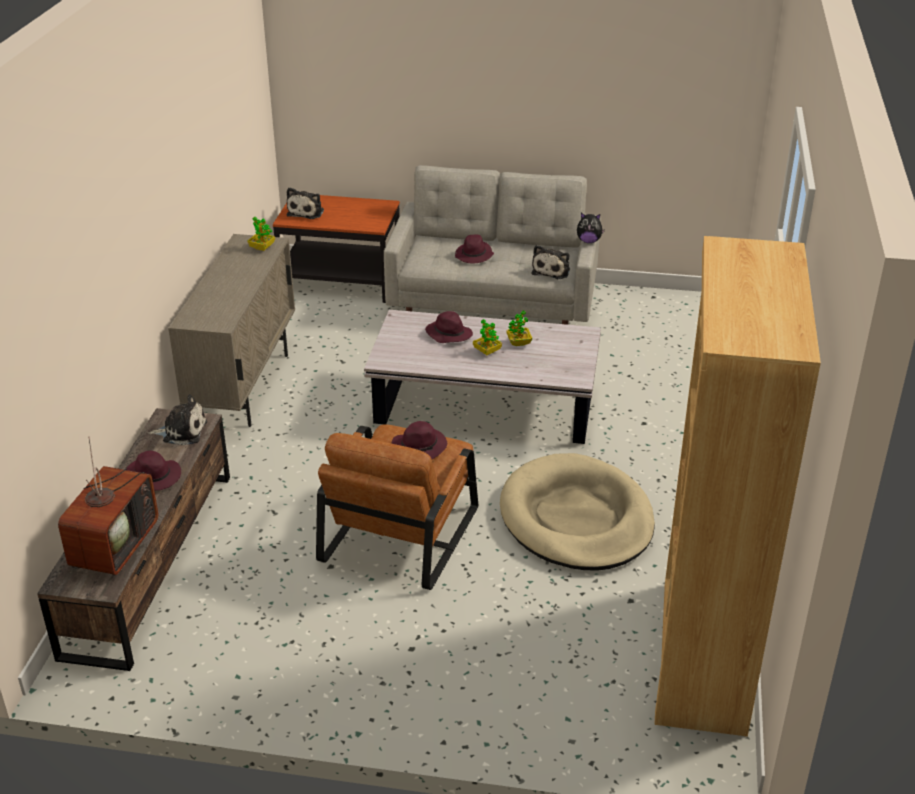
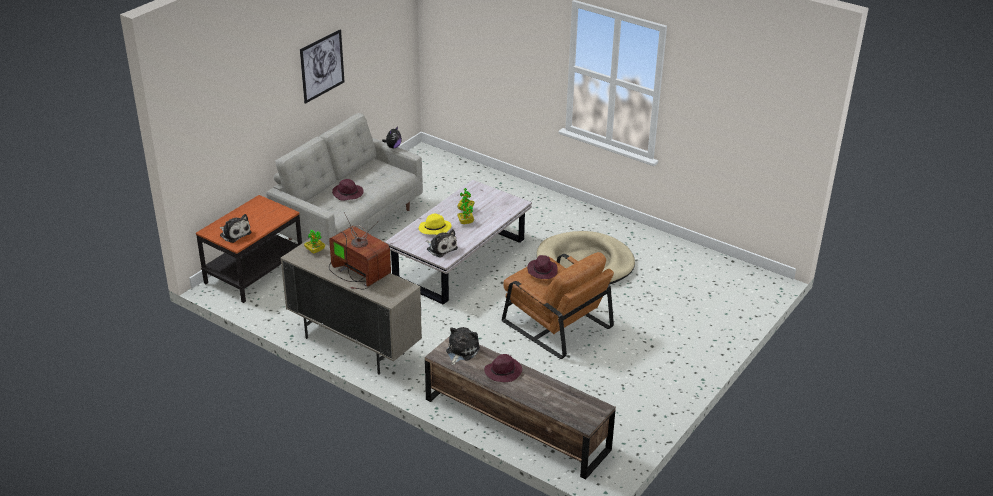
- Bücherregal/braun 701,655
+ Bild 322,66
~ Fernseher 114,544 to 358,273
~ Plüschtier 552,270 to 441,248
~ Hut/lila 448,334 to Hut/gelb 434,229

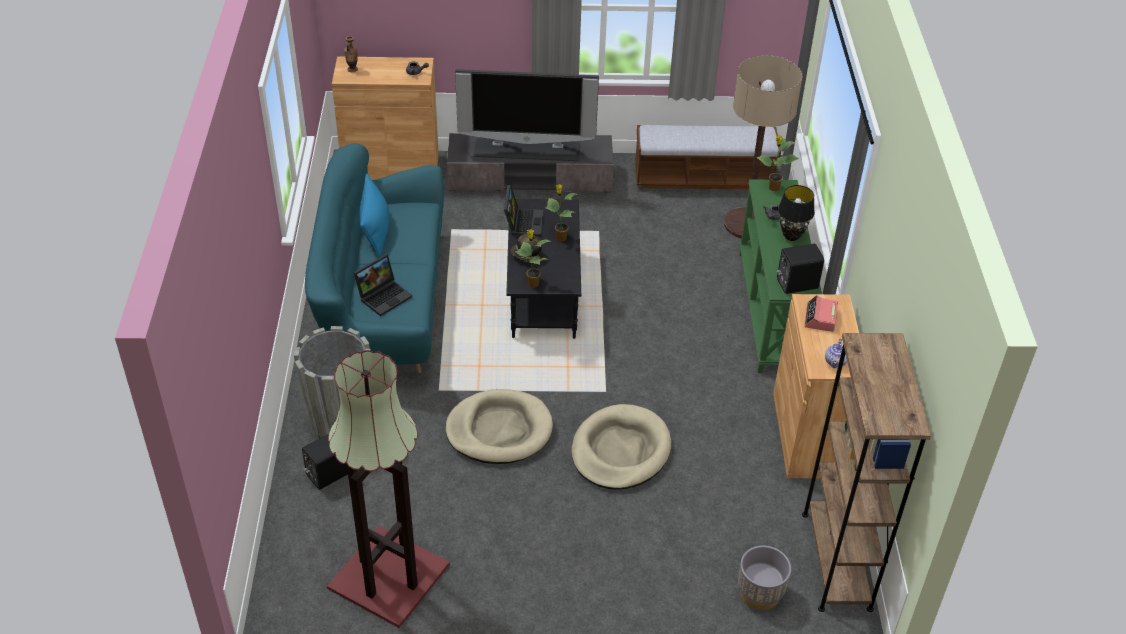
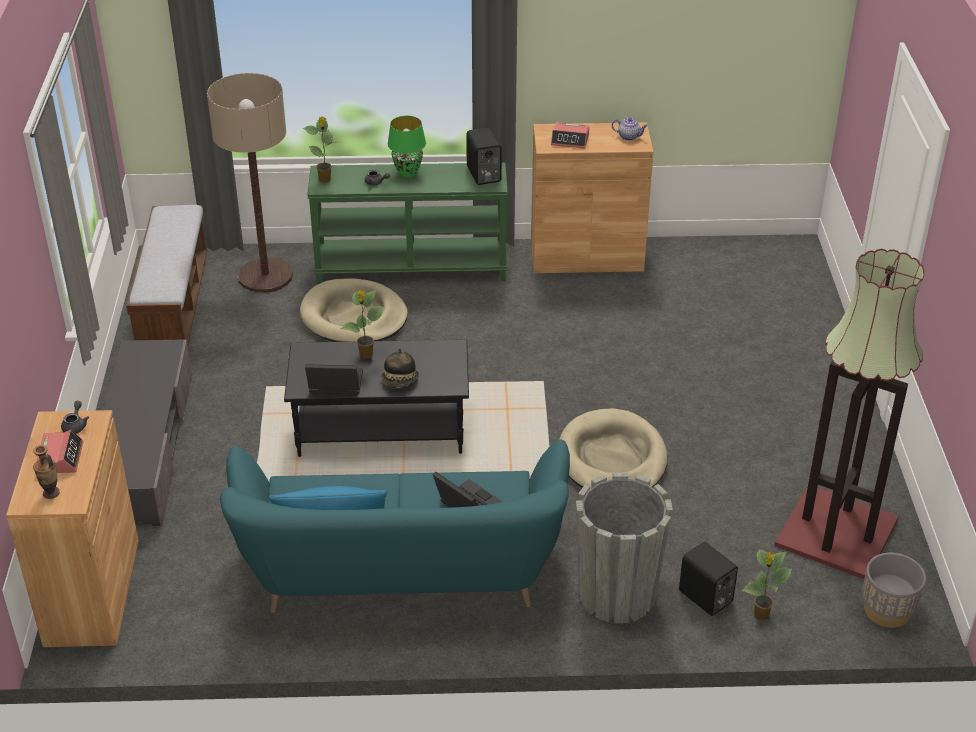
- Fernseher 527,149
- Bücherregal/braun 836,560
+ Wecker 61,458
~ Topfpflanze 532,283 to 761,615
~ Hundebett/beige 620,451 to 354,317
~ Pflanzkübel/grau 760,593 to 887,611
~ Tischlampe/schwarz 791,236 to Tischlampe/grün 407,173

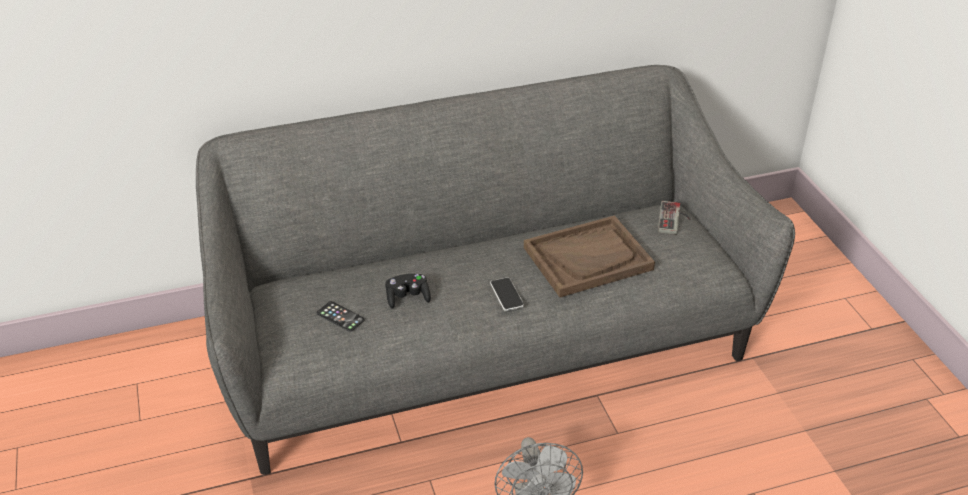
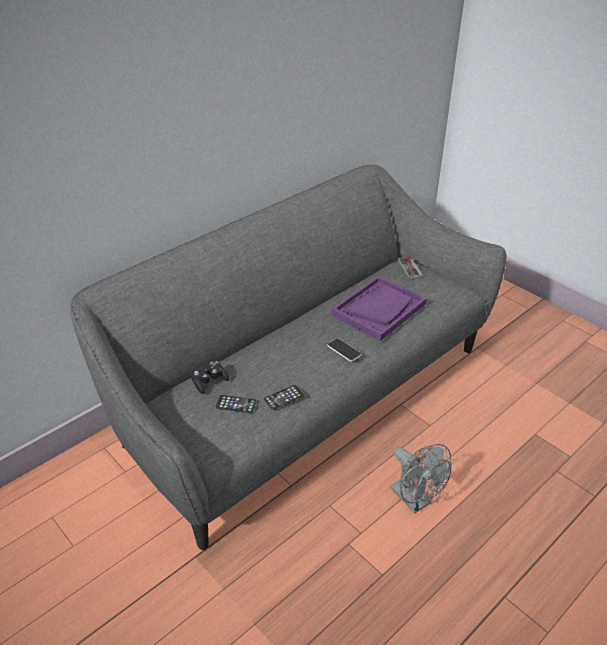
+ Handy 284,397
~ Gamepad/schwarz 407,298 to 209,382
~ Tablett/braun 588,258 to Tablett/lila 379,309

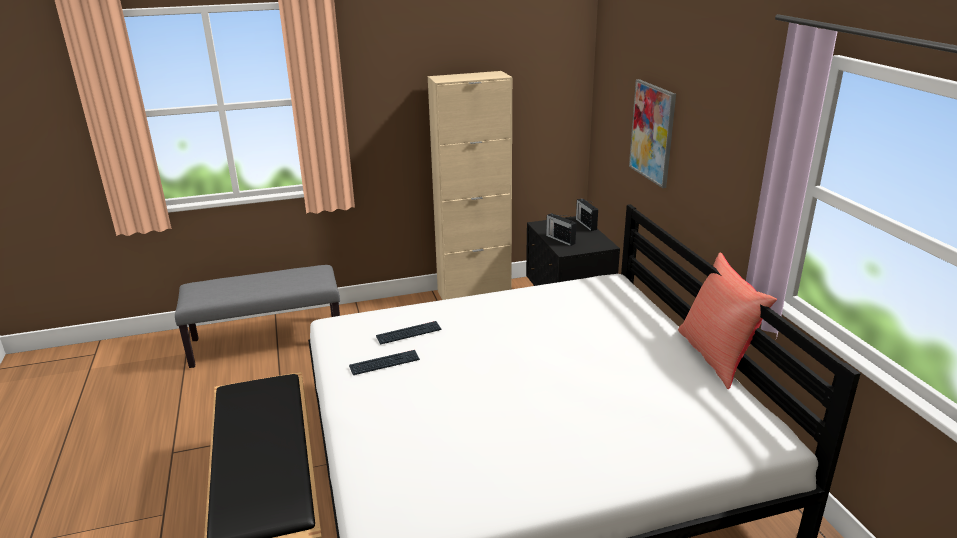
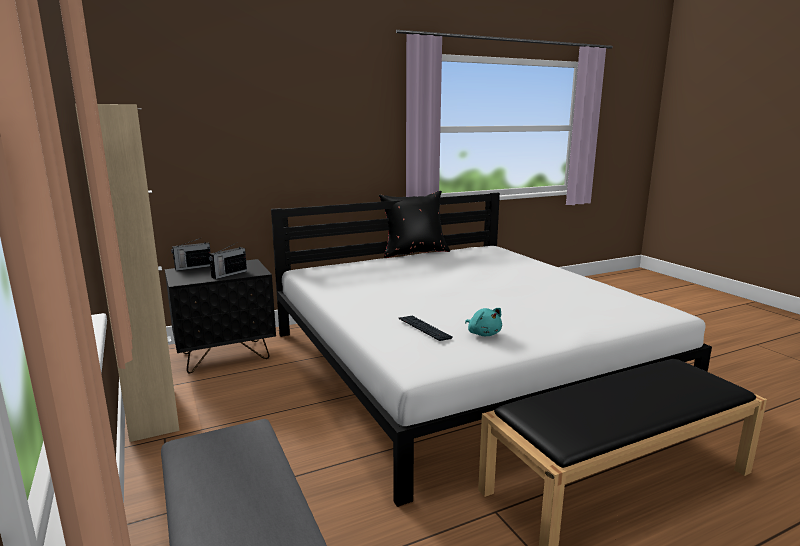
- Bild 652,132
~ Tastatur 384,363 to Plüschtier/türkis 483,334
~ Kissen/rot 716,356 to Kissen/schwarz 414,252

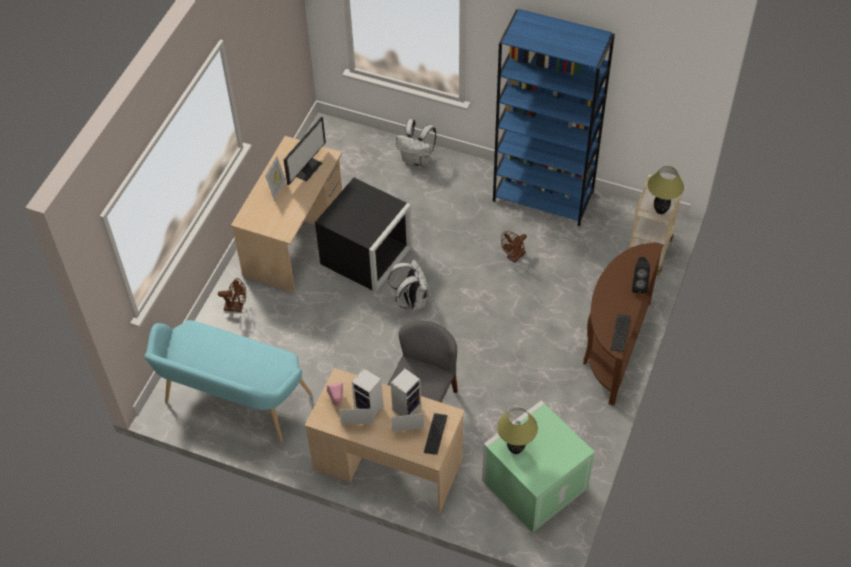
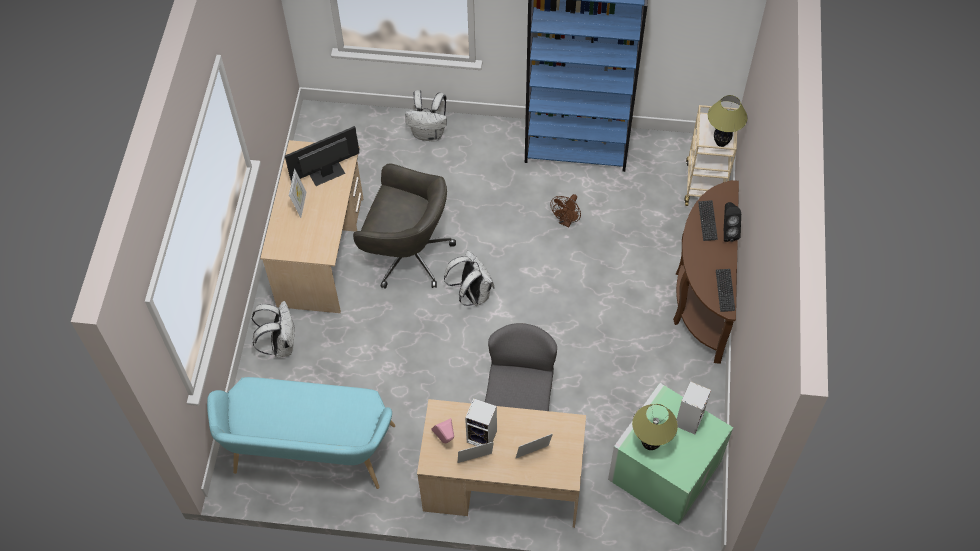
~ Lautsprecher 407,407 to 689,419
~ Tastatur 435,434 to 707,221
~ Ventilator/braun 237,307 to Rucksack/weiß 281,344
~ Aufbewahrungsbox/schwarz 366,256 to Bürostuhl/grau 407,254
~ Monitor 307,168 = 326,173 135 degrees counterclockwise

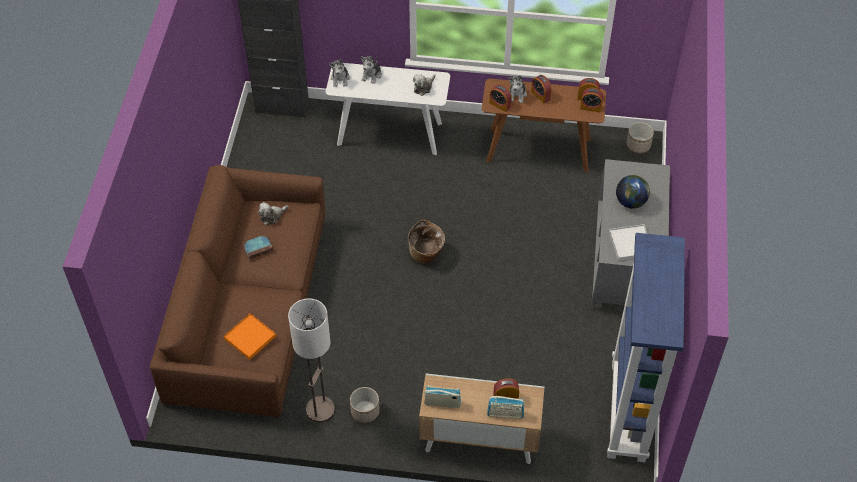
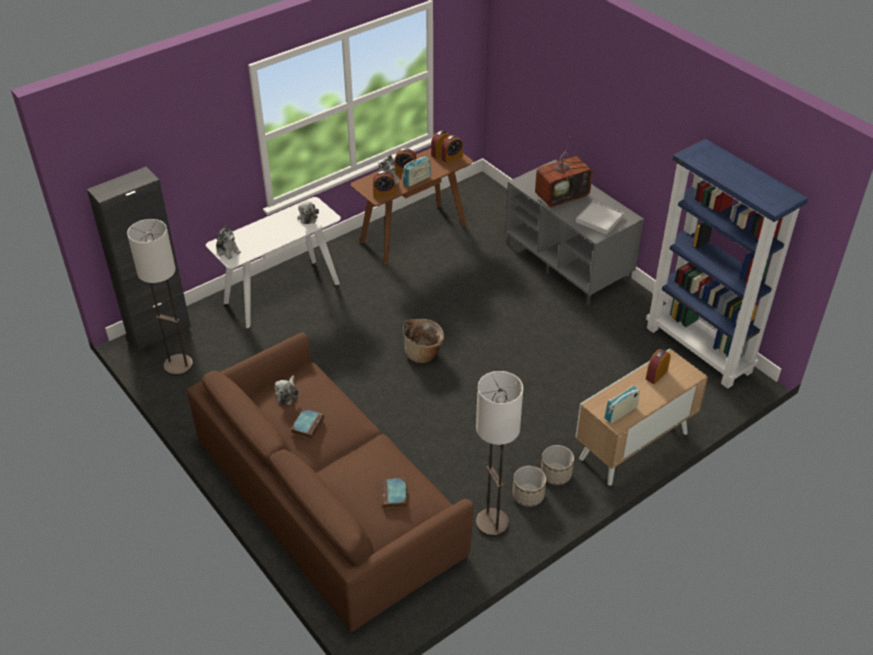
- Plüschtier 372,75
+ Stehlampe 178,365
~ Radio 505,413 to 417,180
~ Pflanzkübel 638,145 to 555,474
~ Tablett/orange 250,338 to Buch 394,495
~ Globus 631,202 to Fernseher 562,195

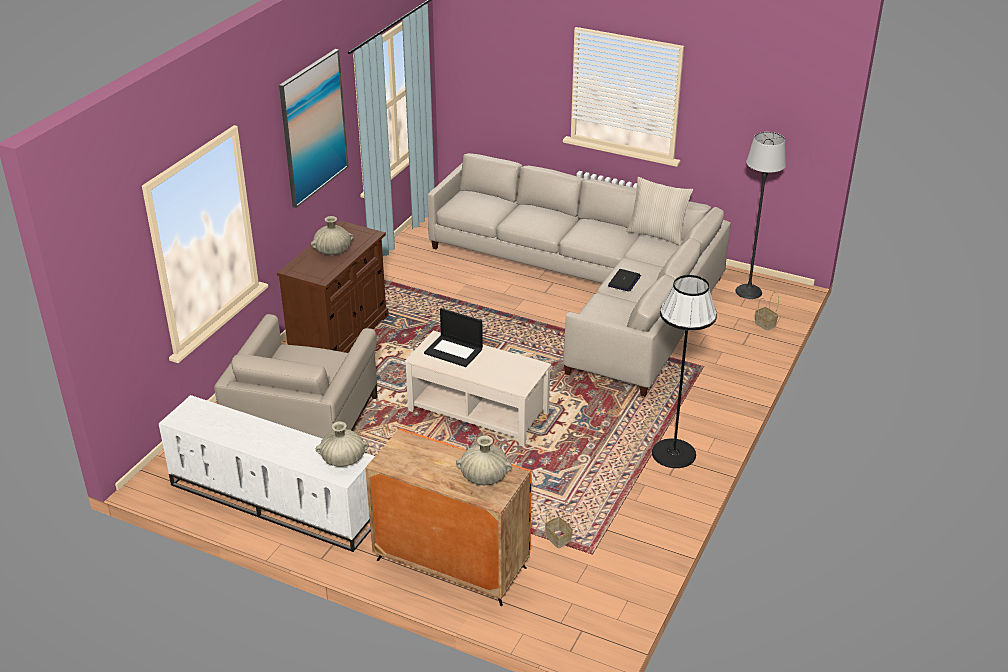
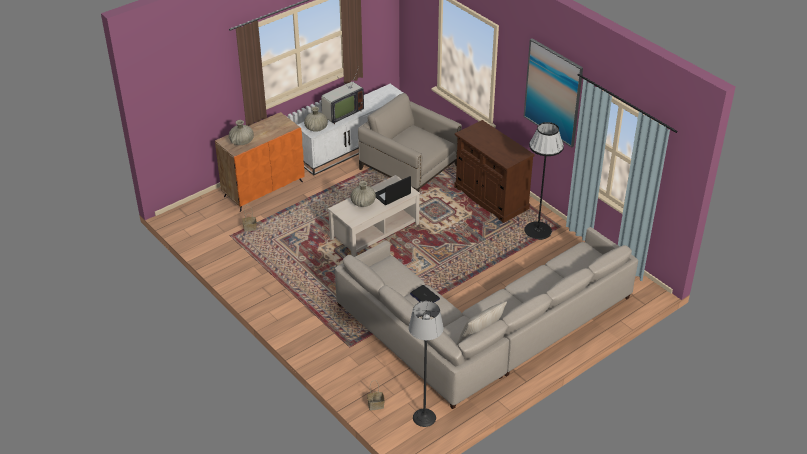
+ Fernseher 341,113
~ Vase/beige 333,251 to 363,203
~ Stehlampe/schwarz 674,453 to 538,230

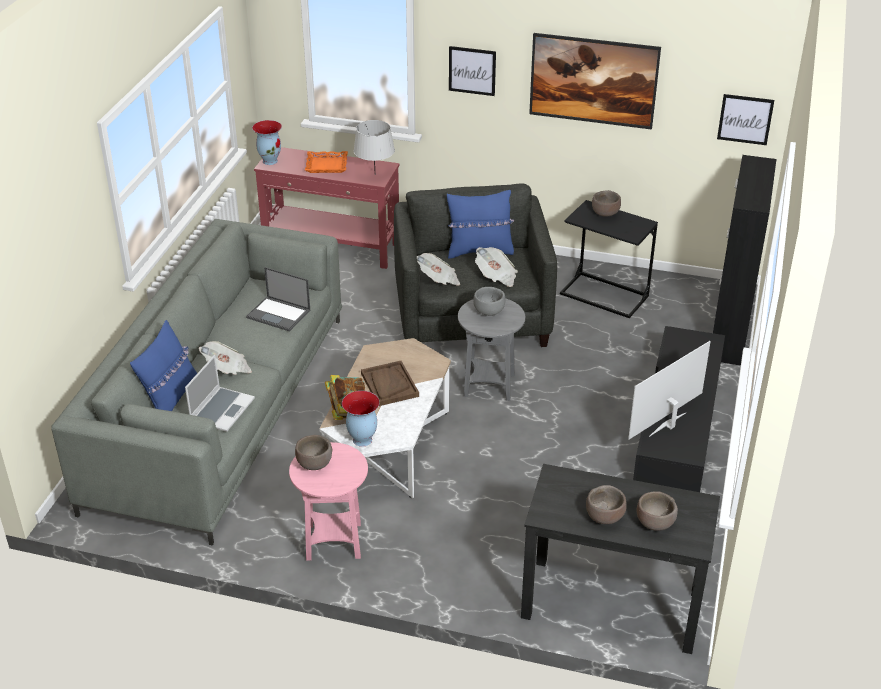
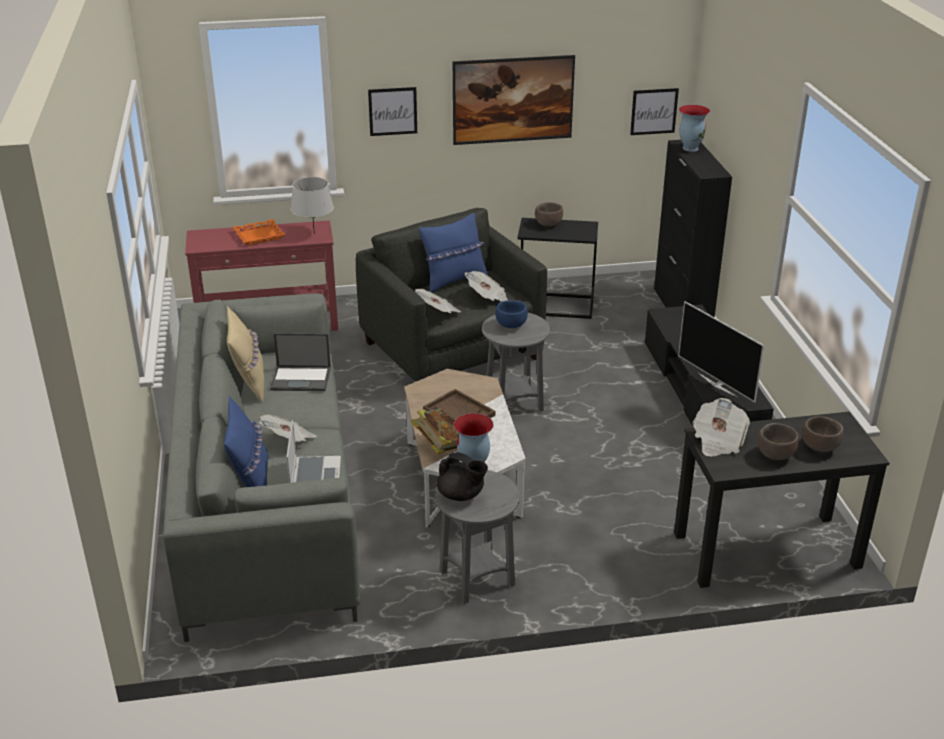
+ Kissen/beige 249,383
+ Zeitung 718,441
~ Vase 270,161 to 690,148
~ Schüssel/braun 314,464 to Teekanne/schwarz 461,495
~ Beistelltisch/rosa 333,542 to Beistelltisch/grau 477,579
~ Schüssel/grau 489,312 to Schüssel/blau 511,325
~ Fernseher 668,425 = 717,384 60 degrees counterclockwise

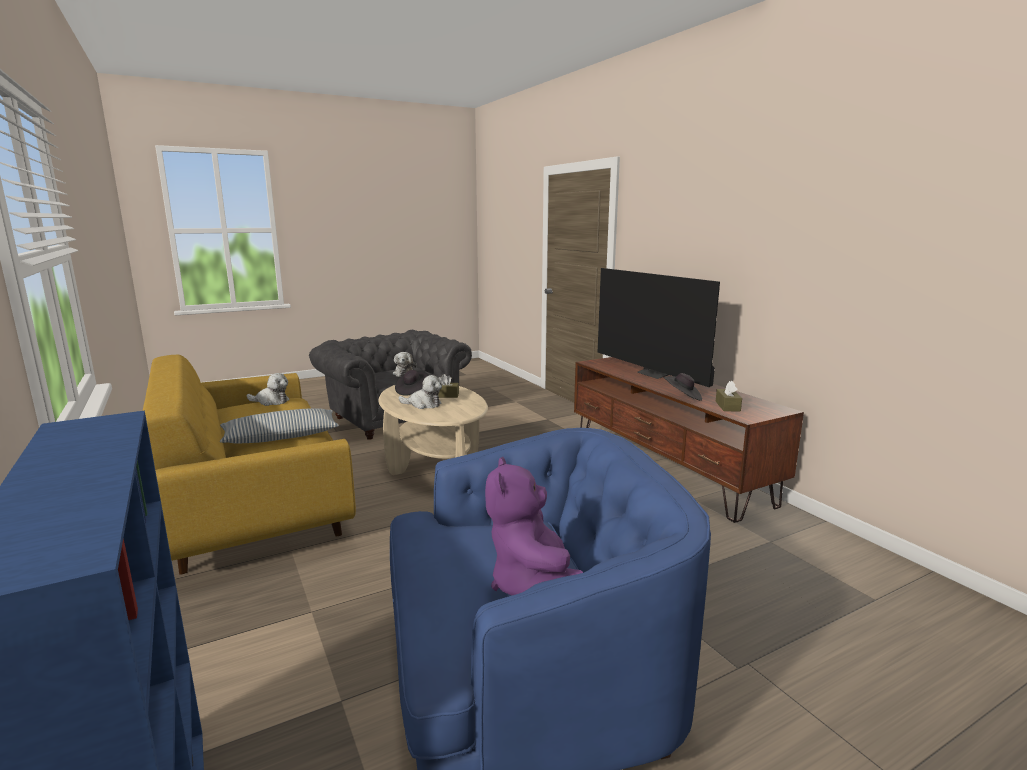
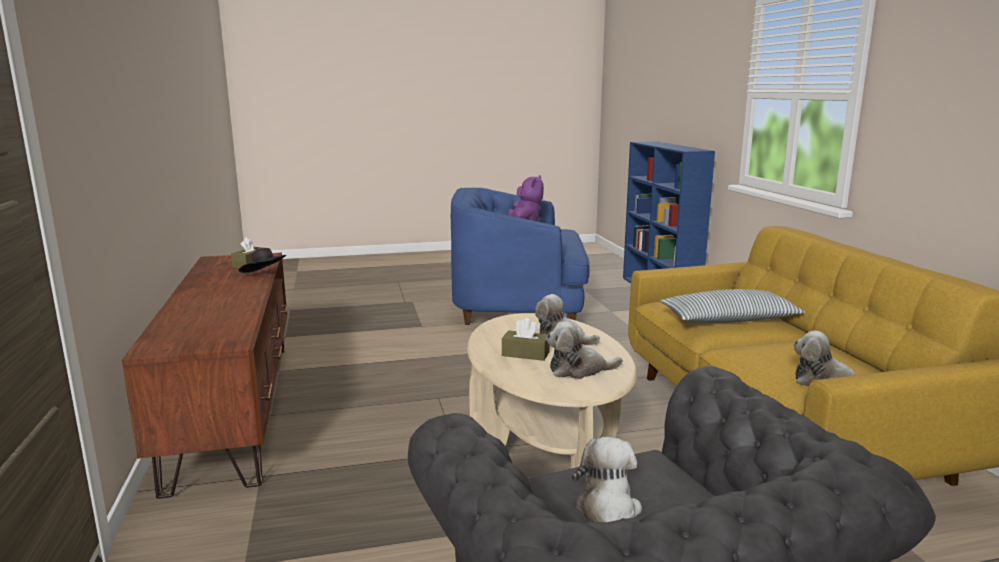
- Fernseher 654,374
~ Hut/schwarz 412,391 to Plüschtier 578,370

